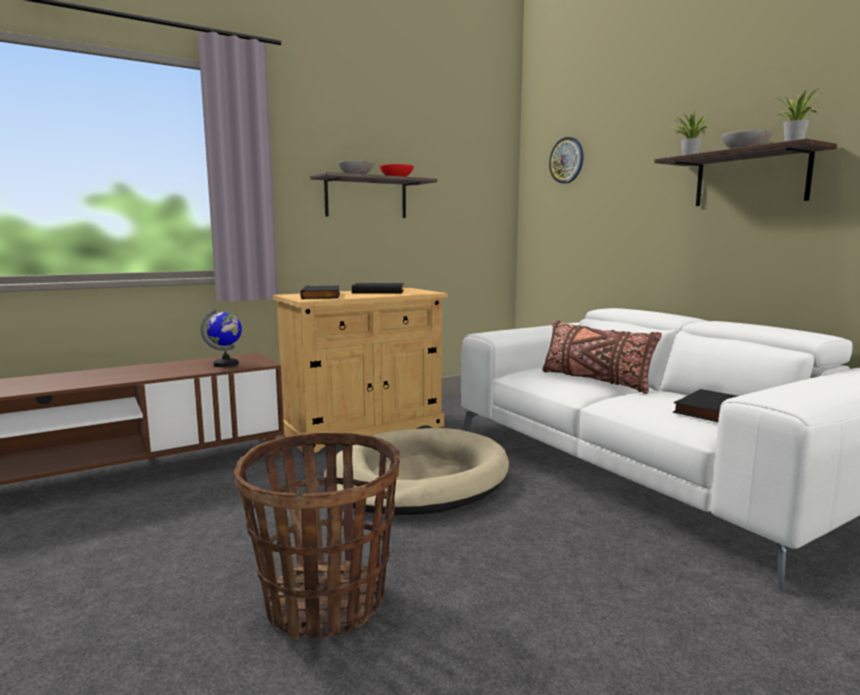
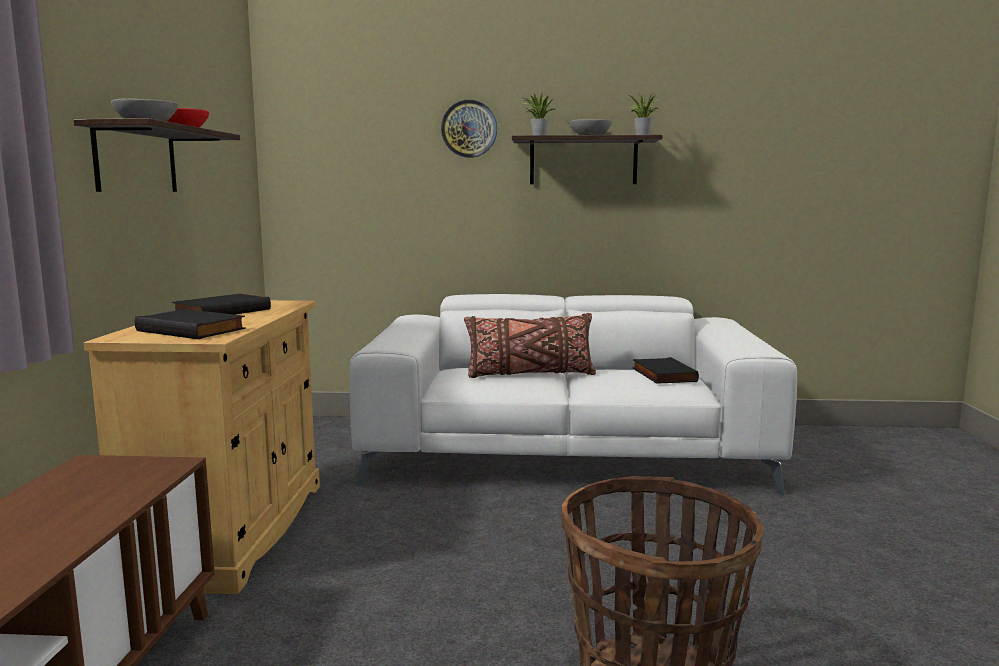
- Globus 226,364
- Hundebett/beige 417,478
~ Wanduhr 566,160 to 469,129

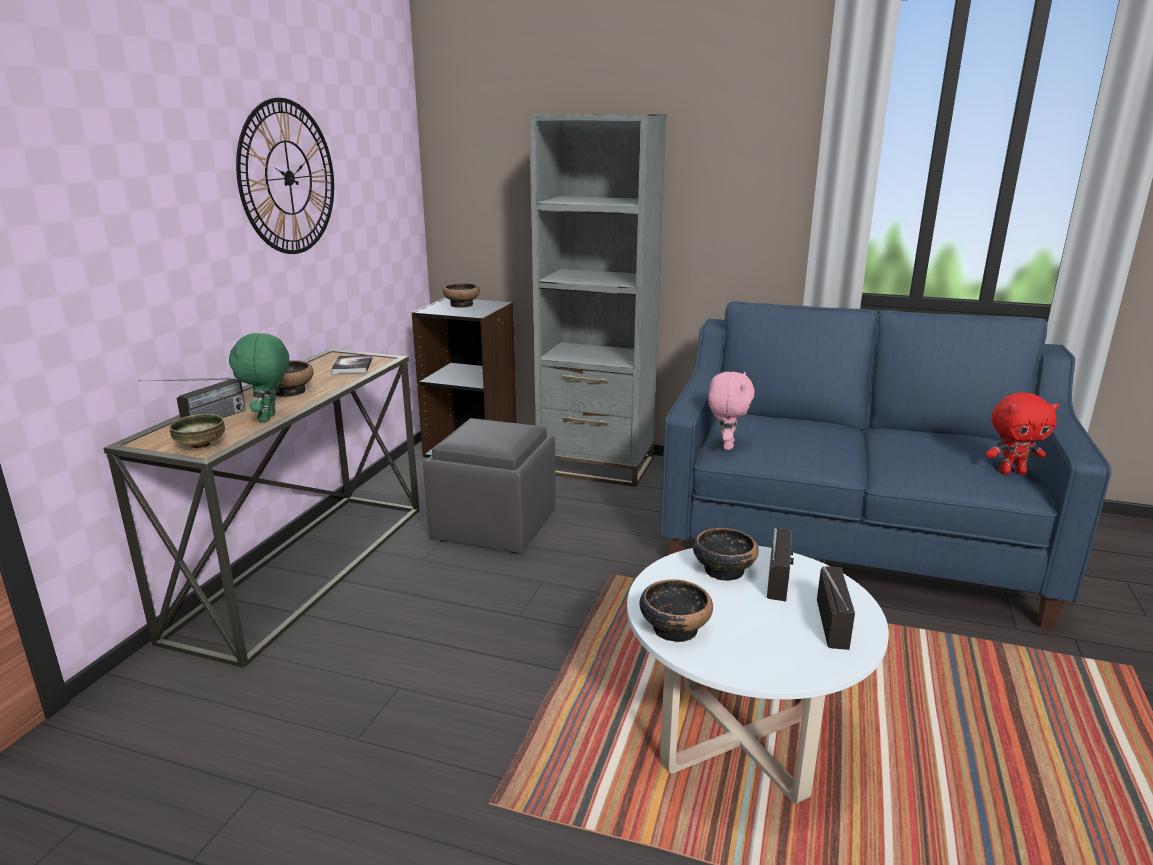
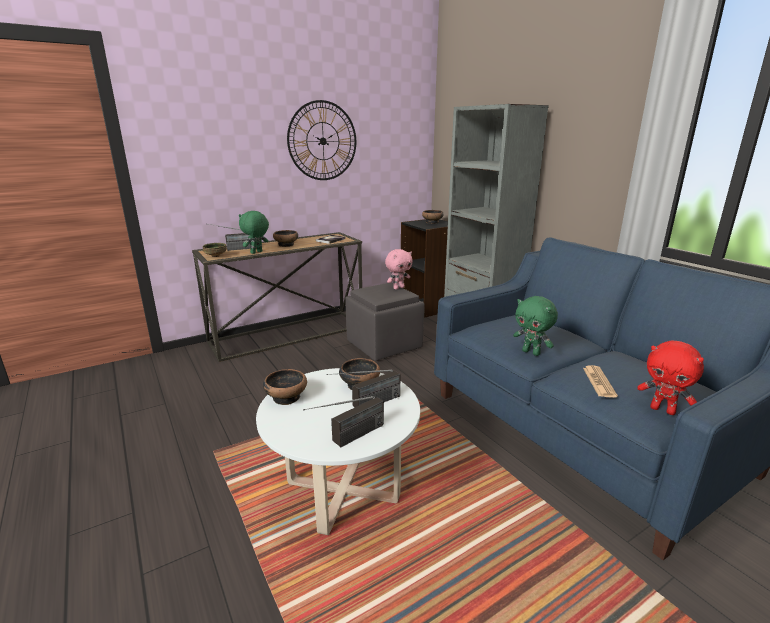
+ Plüschtier/grün 531,352
+ Zeitung 599,382
~ Plüschtier/rosa 726,445 to 398,288

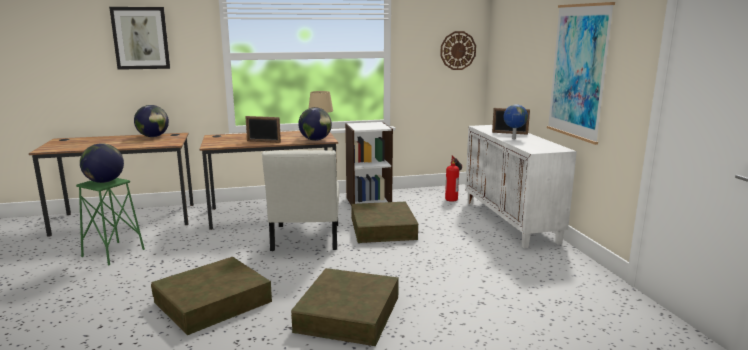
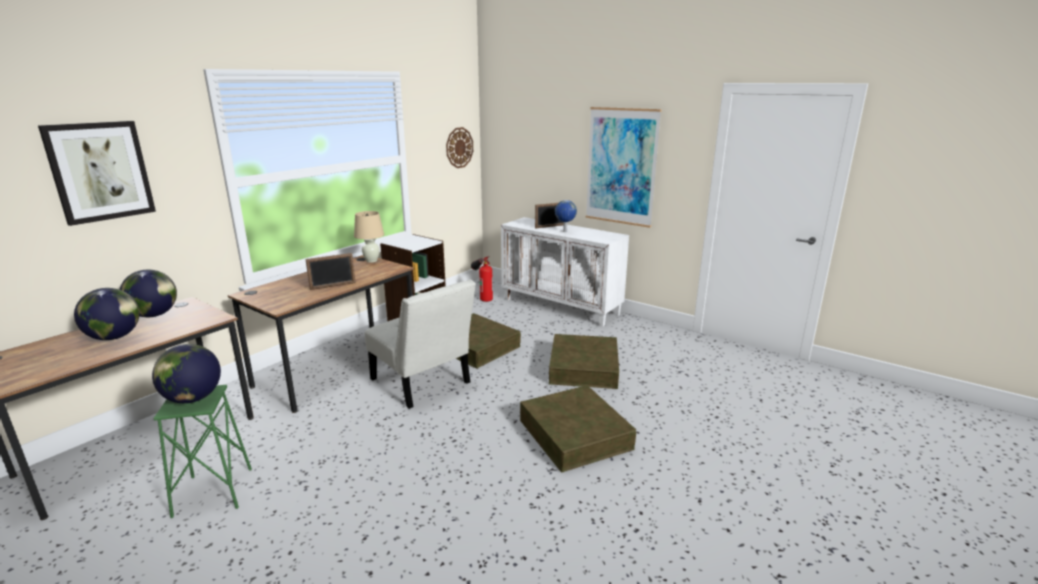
~ Aufbewahrungsbox/braun 213,302 to 584,368
~ Globus 315,140 to 115,337

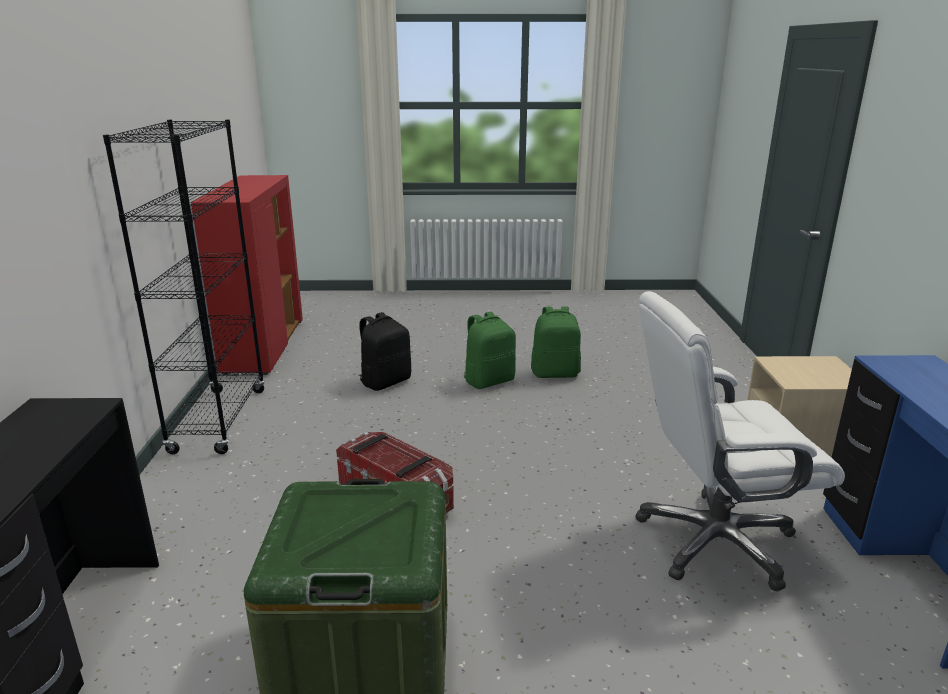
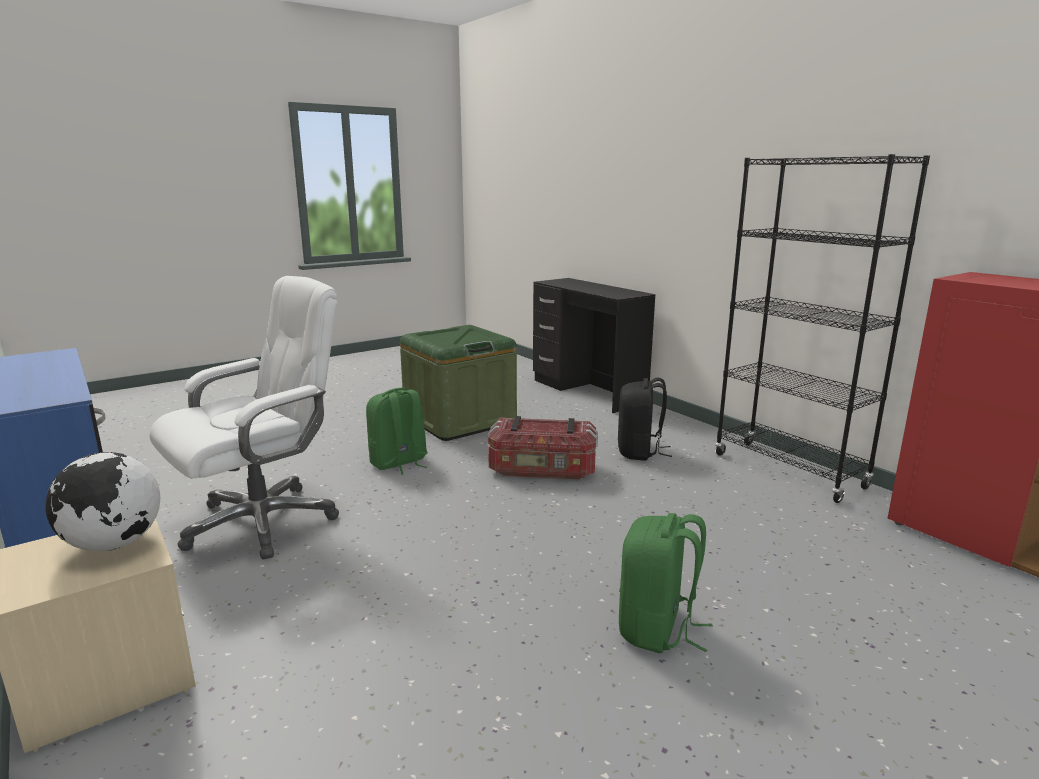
+ Globus 114,544
~ Rucksack/schwarz 385,382 to 640,452
~ Rucksack/grün 555,373 to 399,463

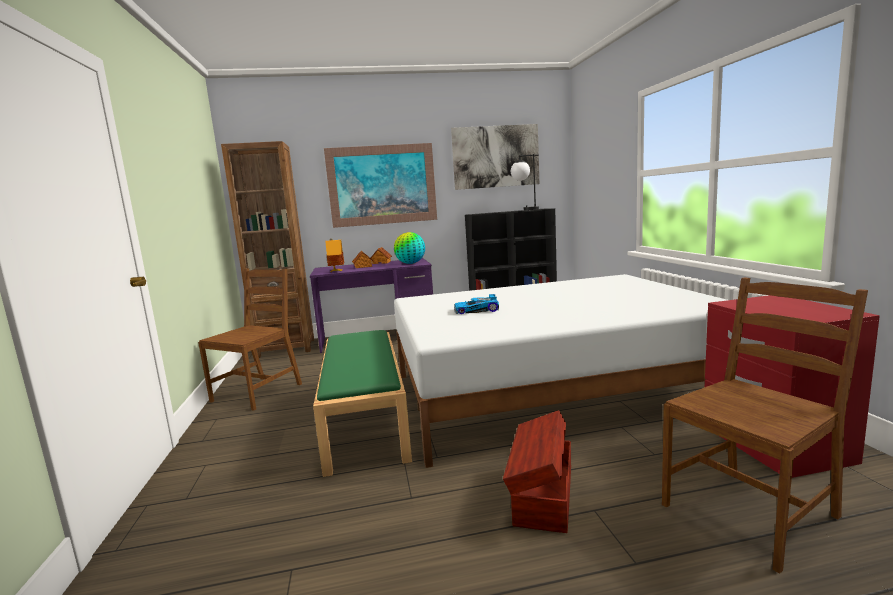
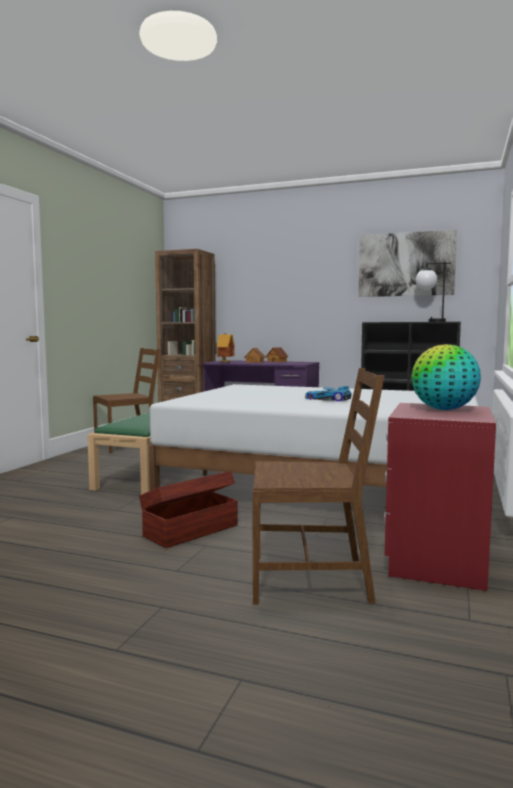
- Bild 382,185
~ Globus 411,263 to 444,409
~ Spielzeugauto 476,310 to 327,399

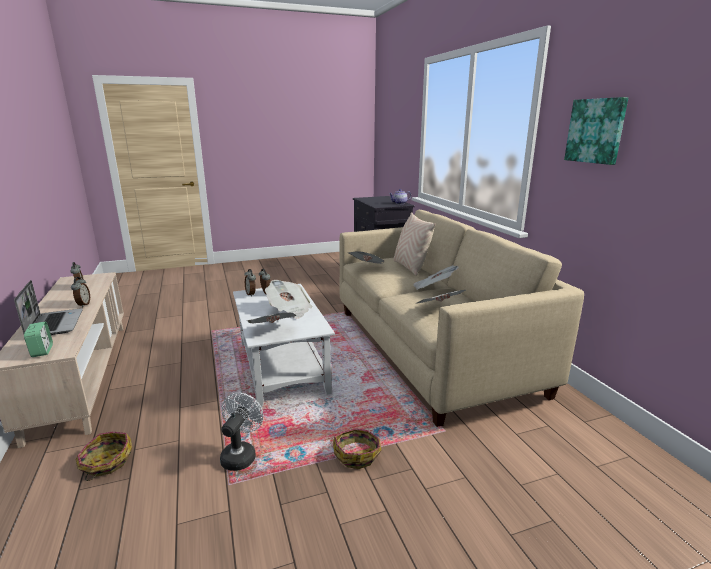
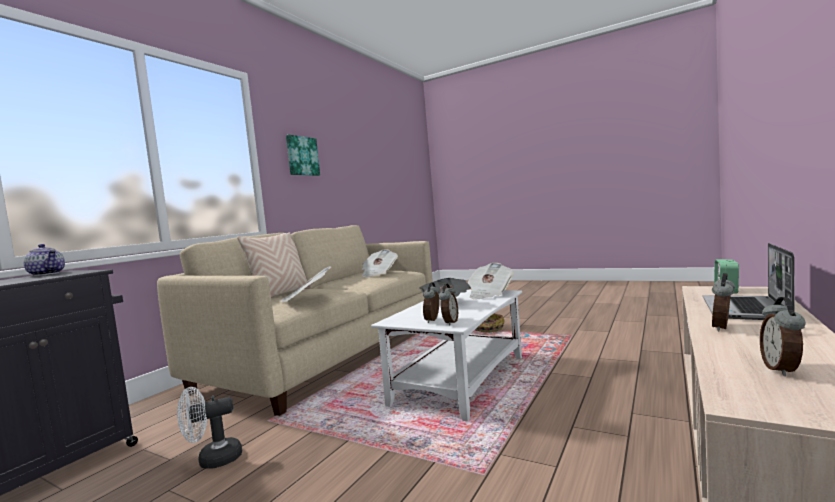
- Korb 106,462
- Zeitung 433,288
~ Ventilator/weiß 241,454 to 213,460

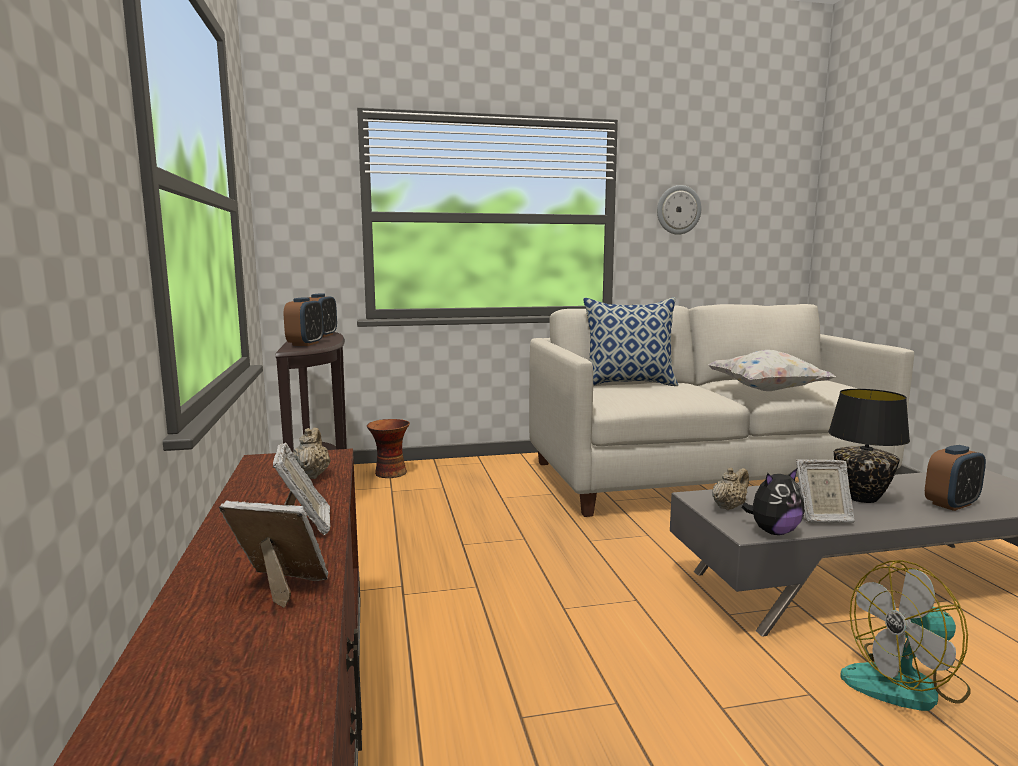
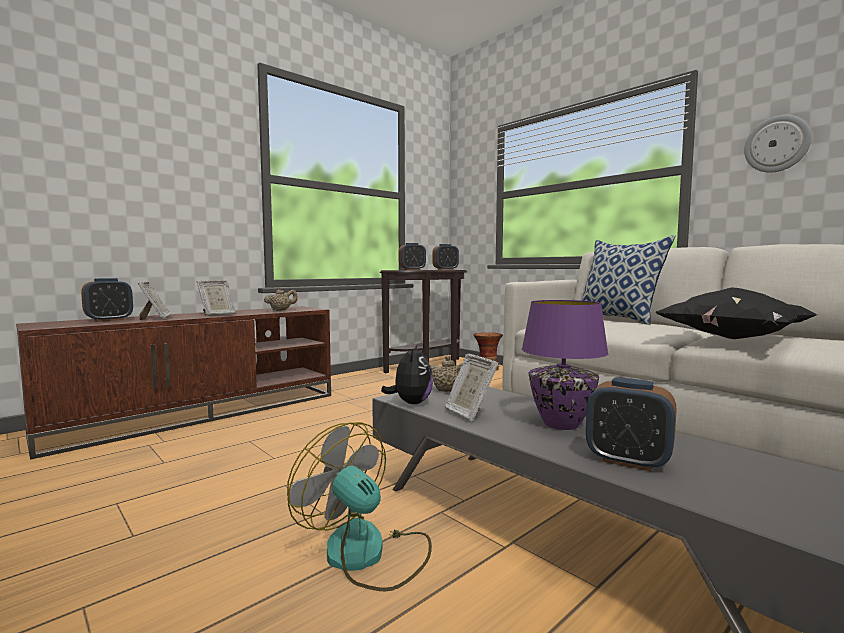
+ Wecker 109,320
~ Kissen/weiß 767,390 to Kissen/schwarz 733,338
~ Tischlampe/schwarz 861,498 to Tischlampe/lila 560,424
~ Plüschtier 773,532 = 411,403 120 degrees counterclockwise

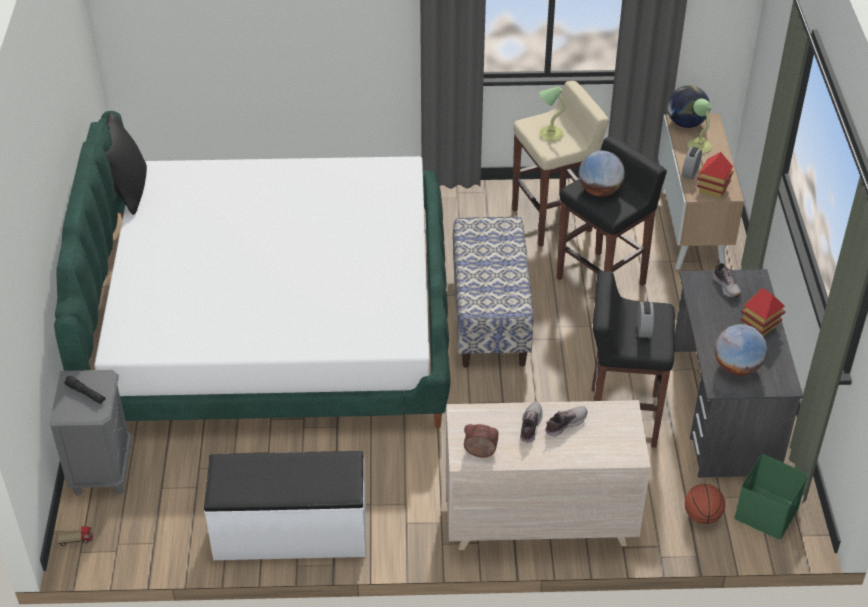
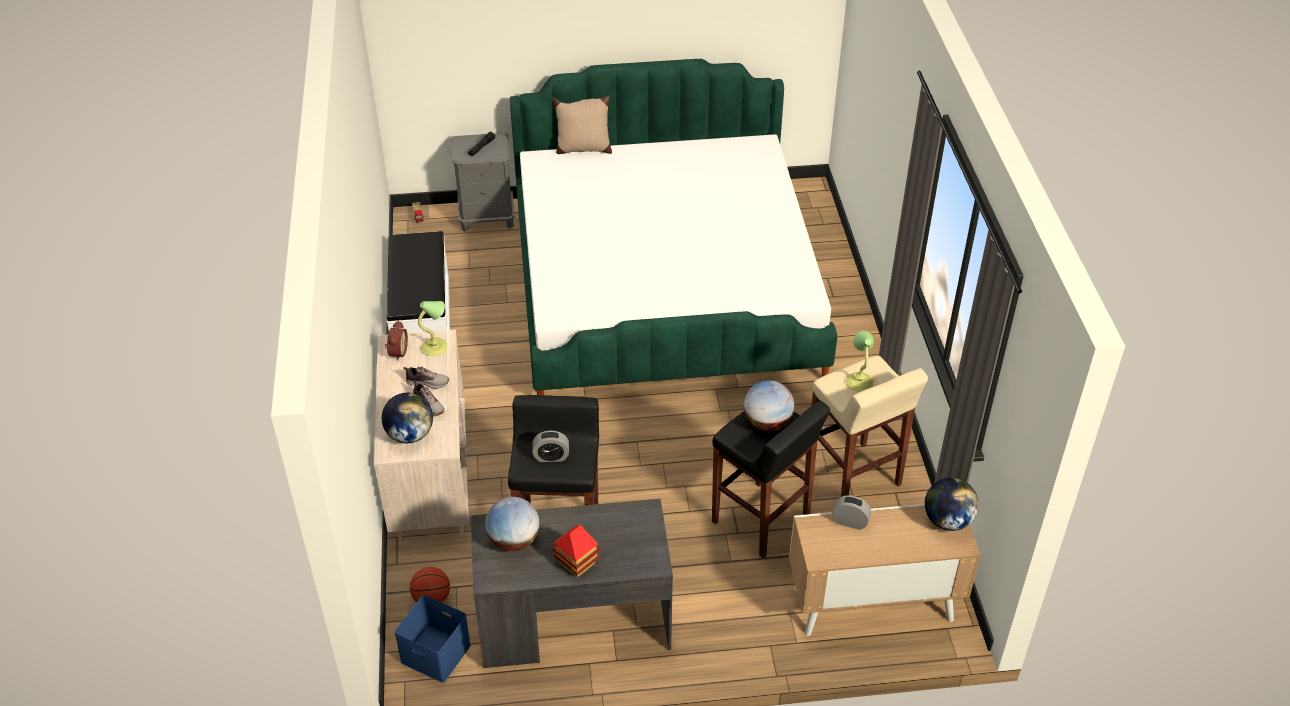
- Kissen/schwarz 127,191
- Bank 489,316
- Spielzeughaus 712,190
- Schuh 726,286
+ Globus 410,435
+ Kissen/beige 583,148
~ Tischlampe 699,146 to 435,347
~ Aufbewahrungsbox/grün 767,513 to Aufbewahrungsbox/blau 434,654

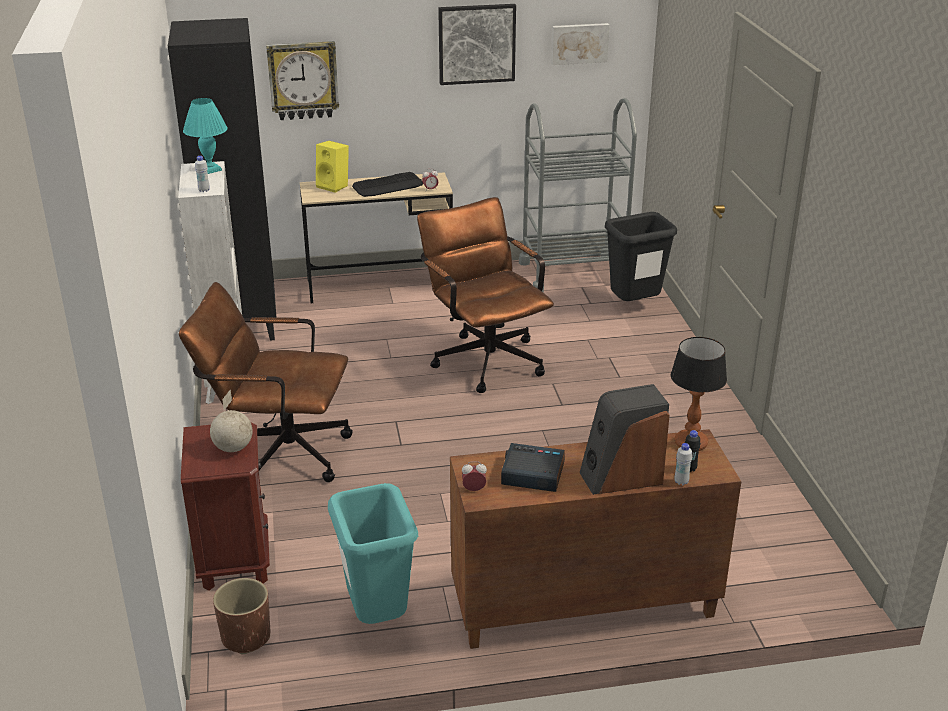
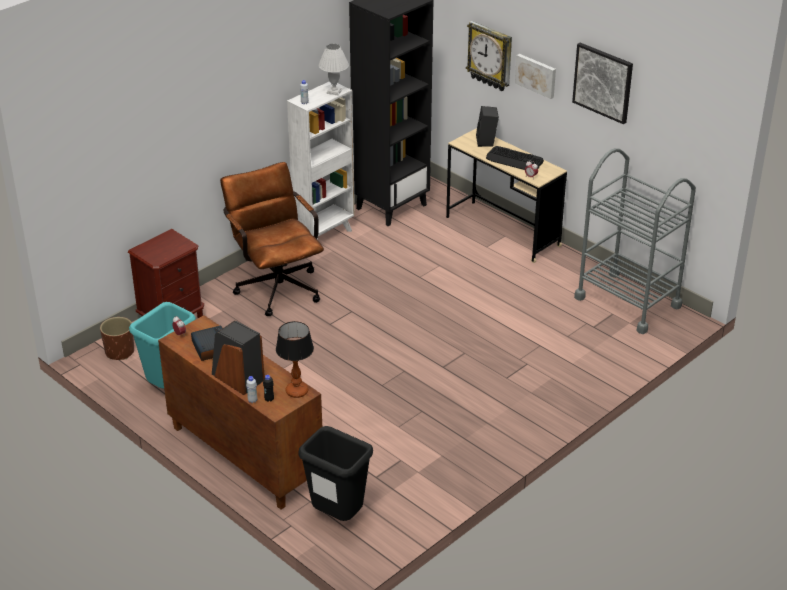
- Globus 232,448
- Bürostuhl/braun 484,357
~ Bild 579,43 to 536,75
~ Mülleimer/schwarz 633,306 to 337,517
~ Tischlampe/türkis 210,169 to Tischlampe/weiß 334,92
~ Lautsprecher/gelb 334,186 to Lautsprecher/schwarz 487,142

